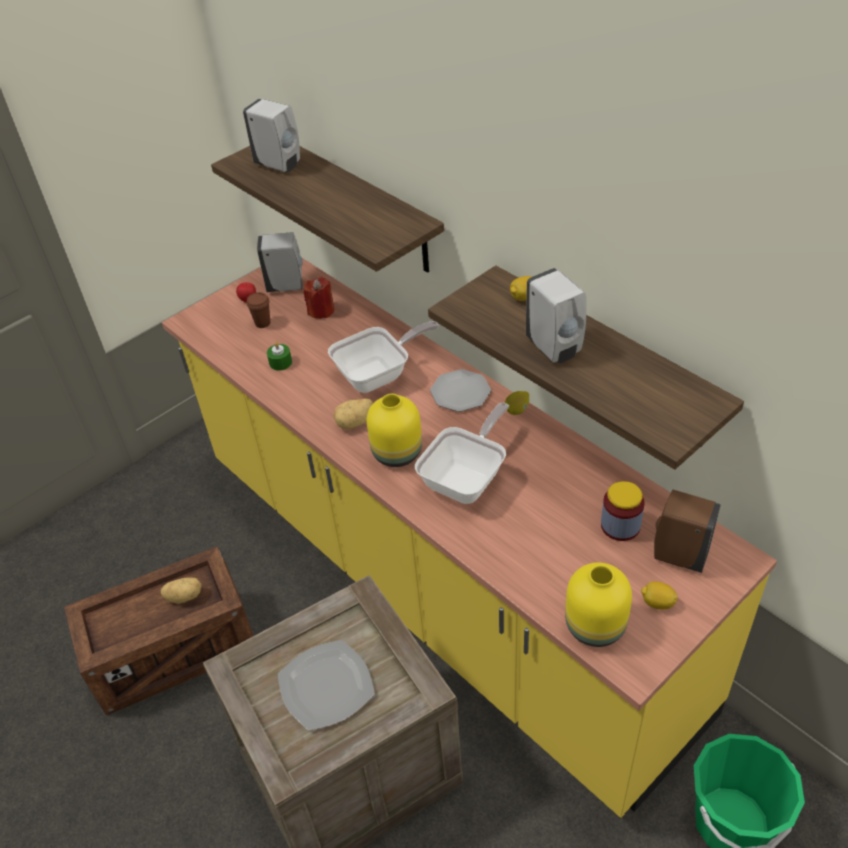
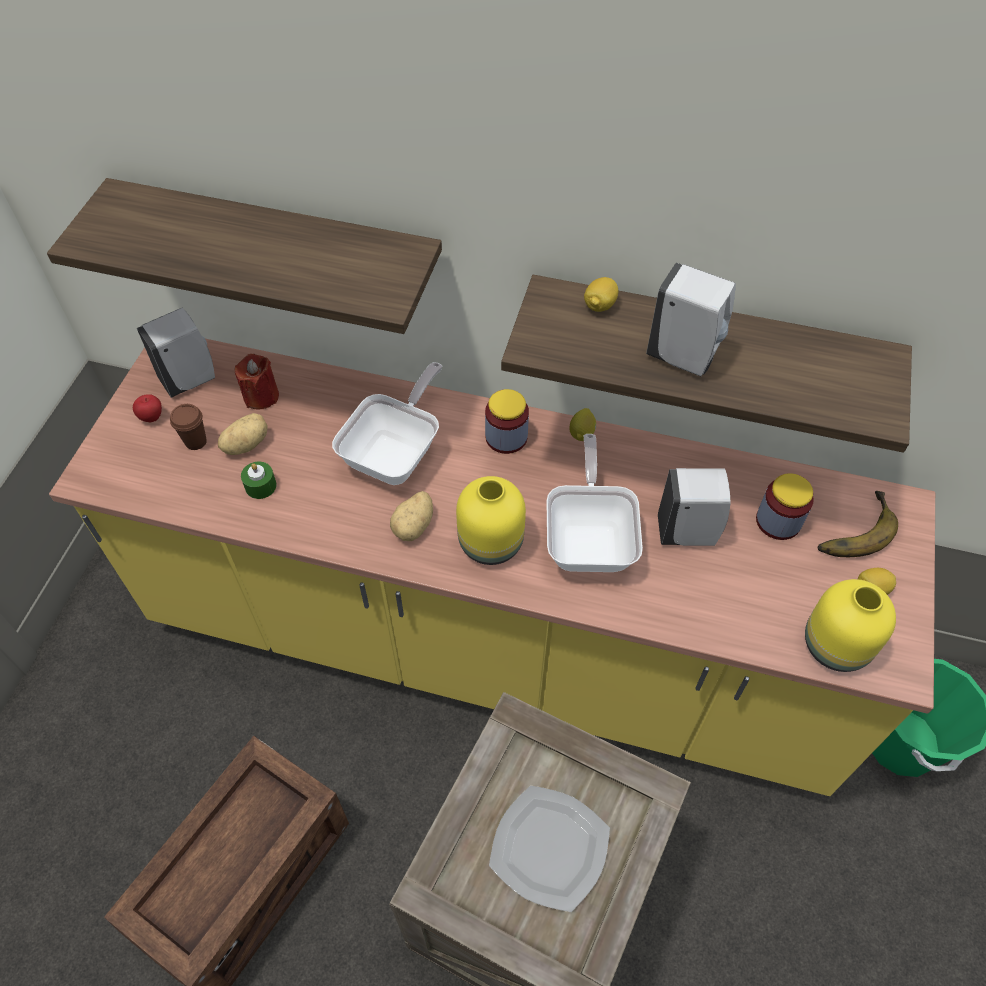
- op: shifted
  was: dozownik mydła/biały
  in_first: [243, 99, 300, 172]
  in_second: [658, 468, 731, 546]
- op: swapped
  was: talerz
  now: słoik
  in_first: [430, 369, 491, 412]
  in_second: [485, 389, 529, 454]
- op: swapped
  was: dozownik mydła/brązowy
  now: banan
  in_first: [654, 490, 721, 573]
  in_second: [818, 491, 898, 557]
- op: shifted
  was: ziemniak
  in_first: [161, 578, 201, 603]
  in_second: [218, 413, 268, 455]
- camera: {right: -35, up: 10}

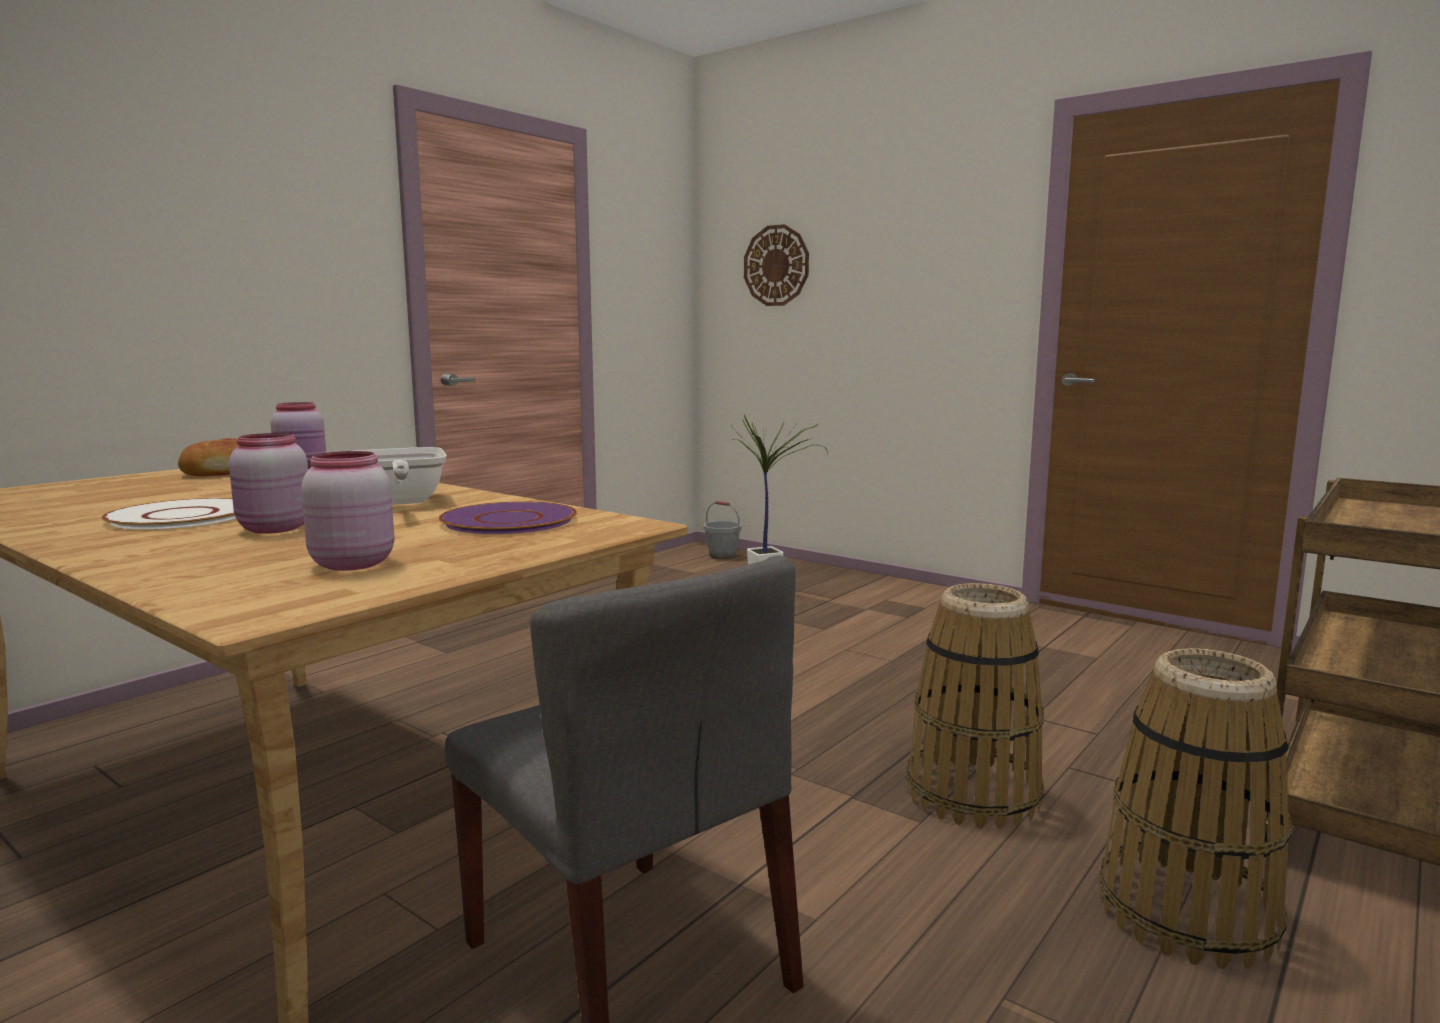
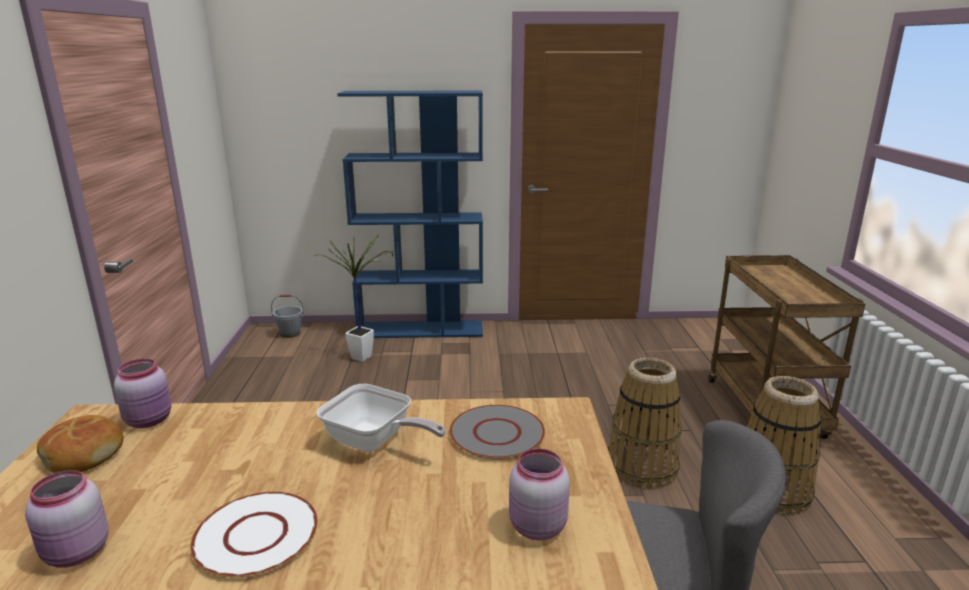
- op: gone
  was: zegar ścienny
  in_first: [744, 224, 809, 306]
- op: shifted
  was: słoik/różowy
  in_first: [229, 433, 308, 534]
  in_second: [25, 470, 109, 568]
- op: repainted
  was: talerz/fioletowy
  now: talerz/szary
  in_first: [439, 501, 577, 534]
  in_second: [450, 405, 545, 460]
- op: new
  now: regał/niebieski
  in_second: [337, 91, 483, 338]
- camera: {right: -40, up: 10}

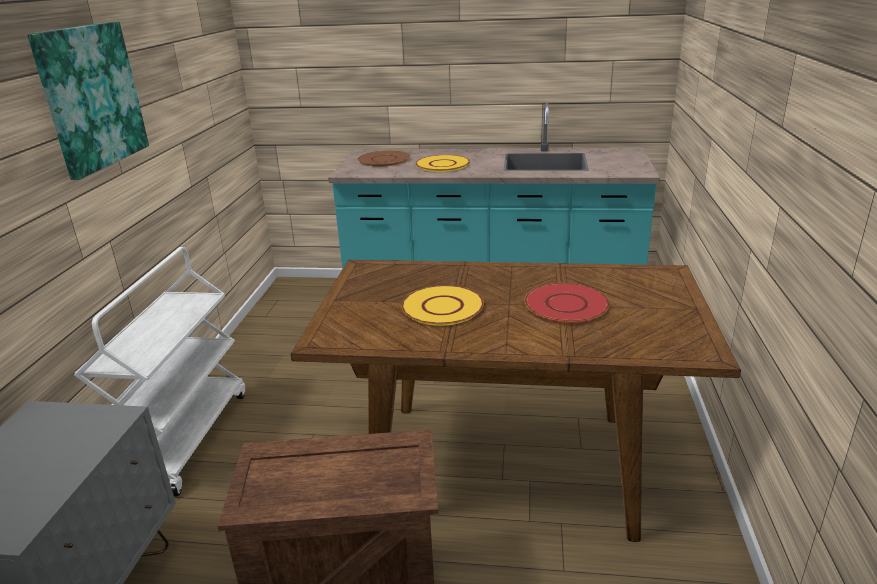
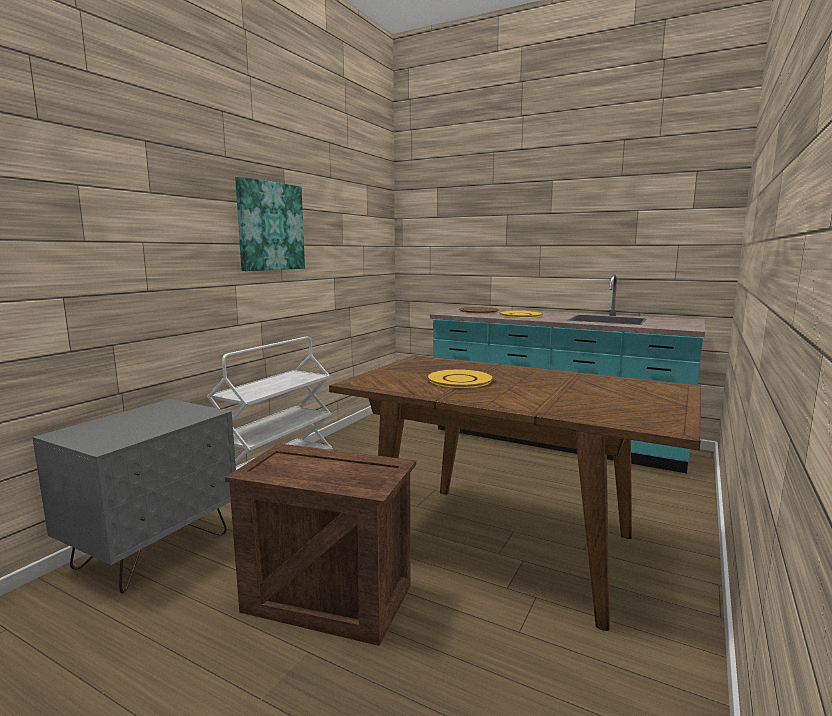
- op: gone
  was: talerz/czerwony
  in_first: [525, 283, 610, 323]
- camera: {right: 20, up: -15}

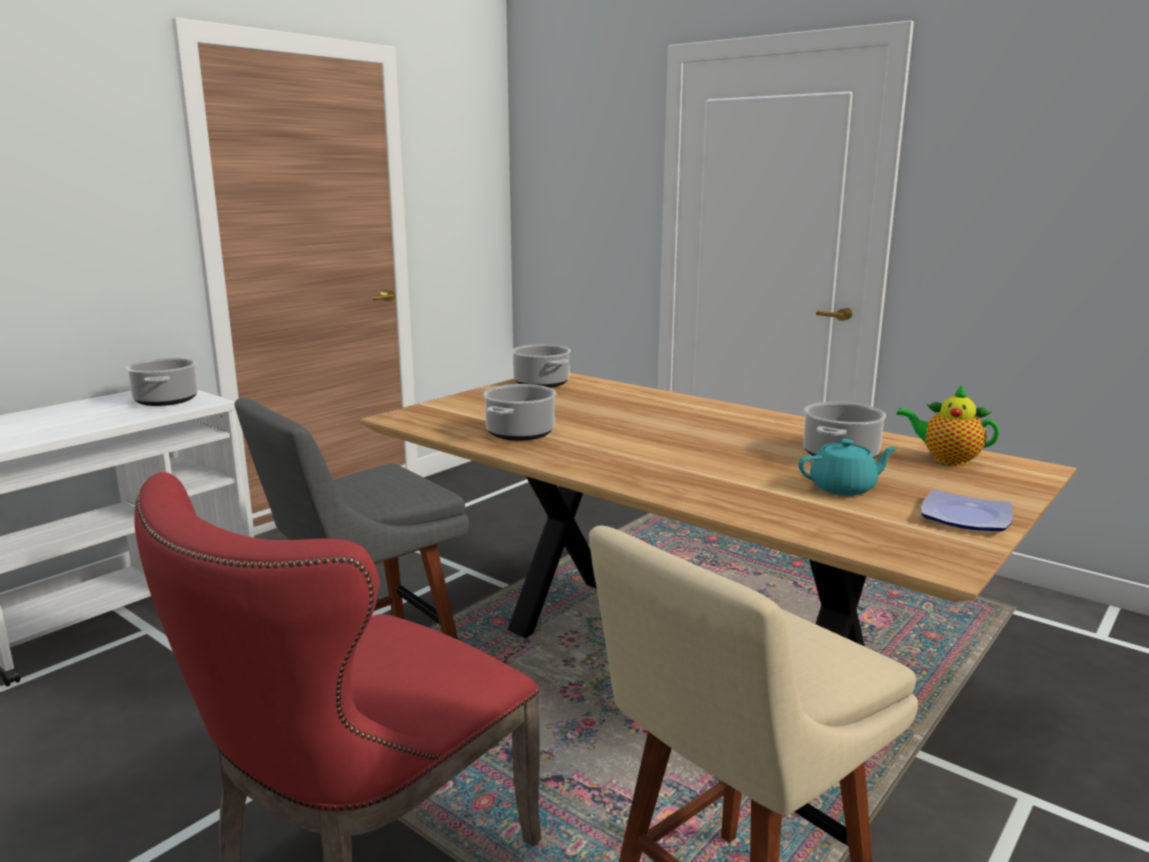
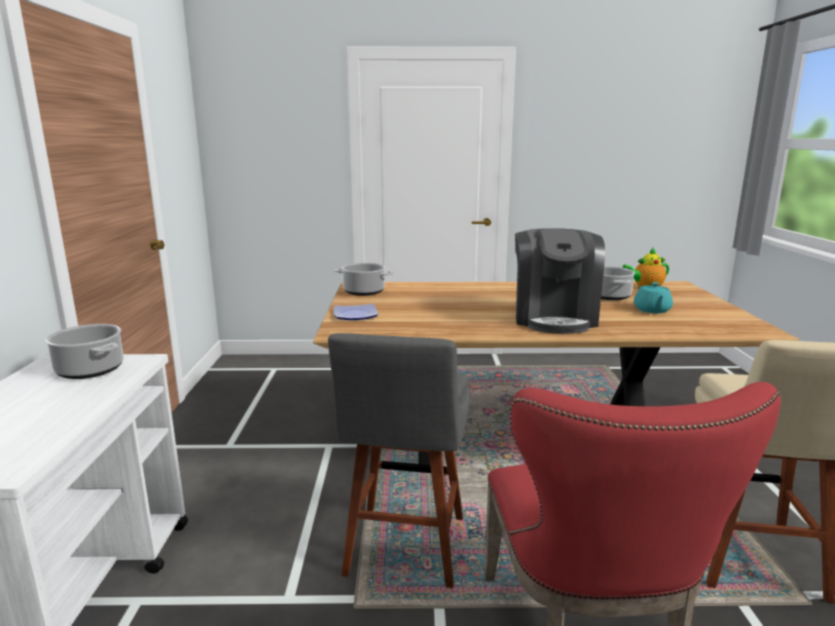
- op: gone
  was: garnek
  in_first: [483, 384, 556, 441]
- op: rotated
  was: imbryk/turkusowy
  in_first: [798, 439, 898, 496]
  in_second: [634, 282, 673, 313]
  clockwise: 150
- op: shifted
  was: talerz
  in_first: [921, 490, 1013, 531]
  in_second: [333, 304, 378, 320]
- op: new
  now: ekspres do kawy
  in_second: [515, 228, 605, 334]
- camera: {right: -40, up: 0}

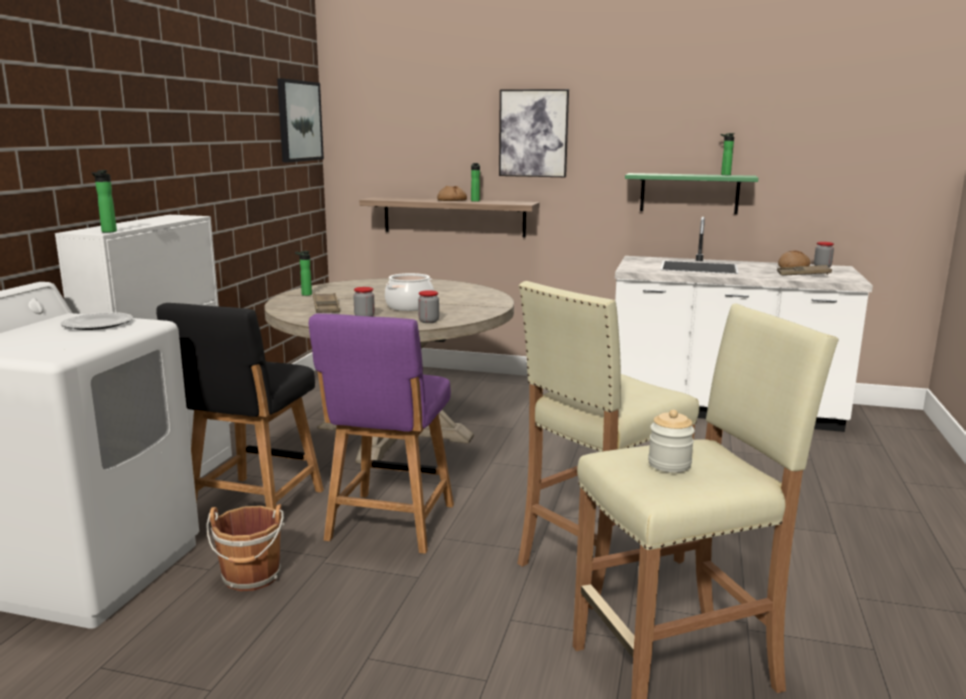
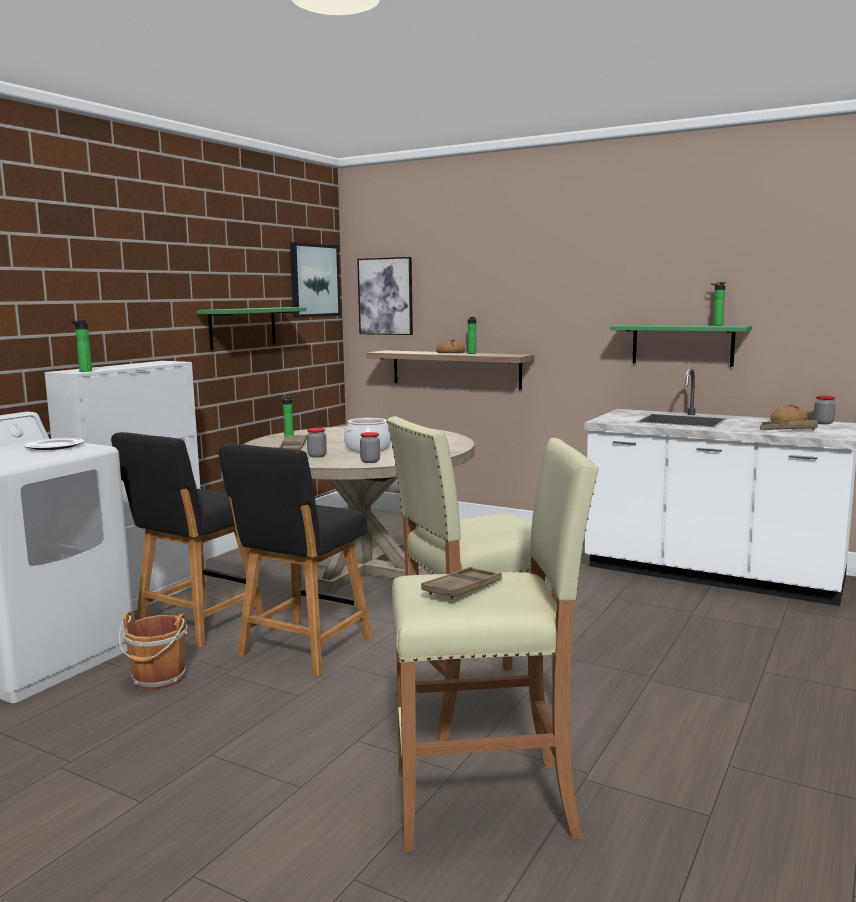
- op: shifted
  was: obraz
  in_first: [499, 89, 569, 177]
  in_second: [357, 257, 413, 335]
- op: repainted
  was: krzesło/fioletowy
  now: krzesło/czarny
  in_first: [309, 313, 454, 554]
  in_second: [219, 443, 373, 677]
- op: swapped
  was: słoik
  now: taca/brązowy
  in_first: [648, 410, 695, 472]
  in_second: [421, 567, 502, 600]
- op: new
  now: półka/zielony
  in_second: [197, 307, 307, 349]
- camera: {right: 15, up: -5}

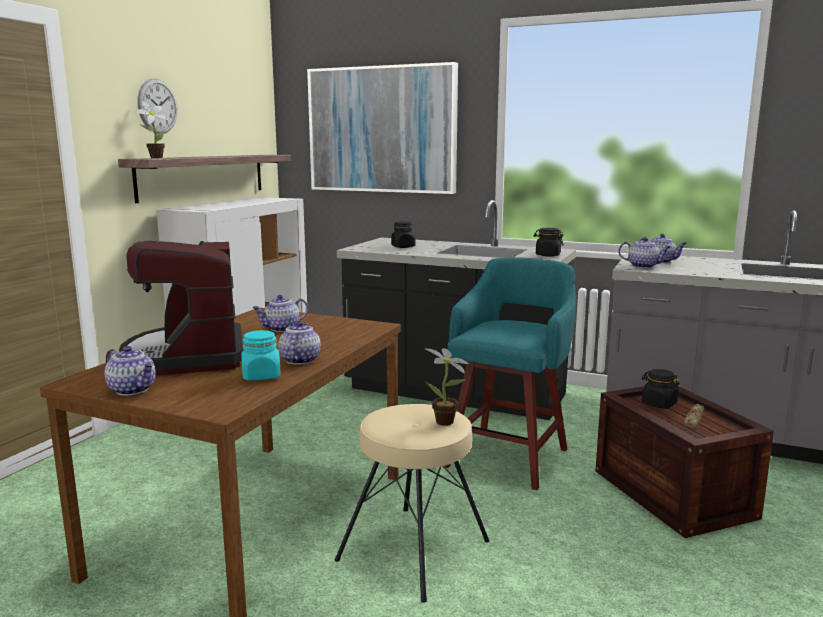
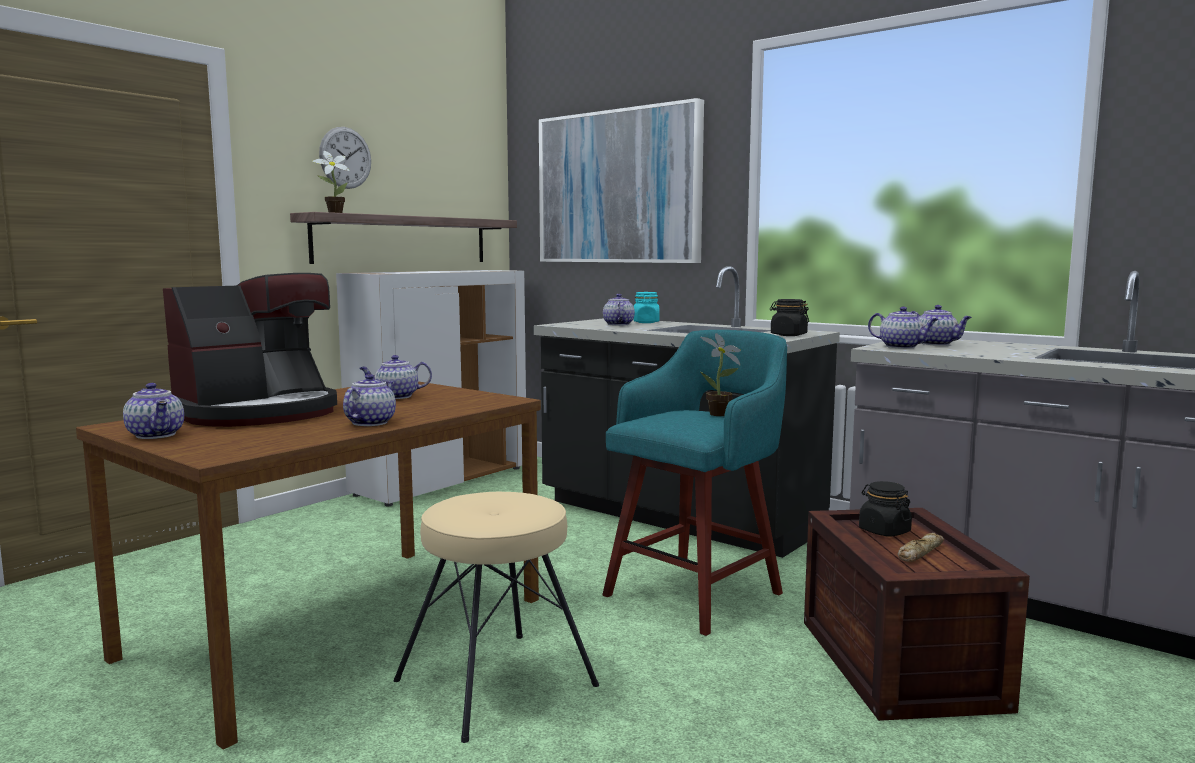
- op: swapped
  was: słoik/czarny
  now: imbryk
  in_first: [391, 221, 415, 248]
  in_second: [603, 294, 635, 326]
- op: rotated
  was: ekspres do kawy
  in_first: [119, 241, 243, 375]
  in_second: [163, 273, 337, 427]
  clockwise: -135
- op: shifted
  was: słoik/turkusowy
  in_first: [241, 330, 281, 380]
  in_second: [634, 292, 660, 323]
- op: shifted
  was: roślina doniczkowa
  in_first: [425, 348, 469, 426]
  in_second: [700, 333, 741, 416]
- camera: {right: 15, up: -5}

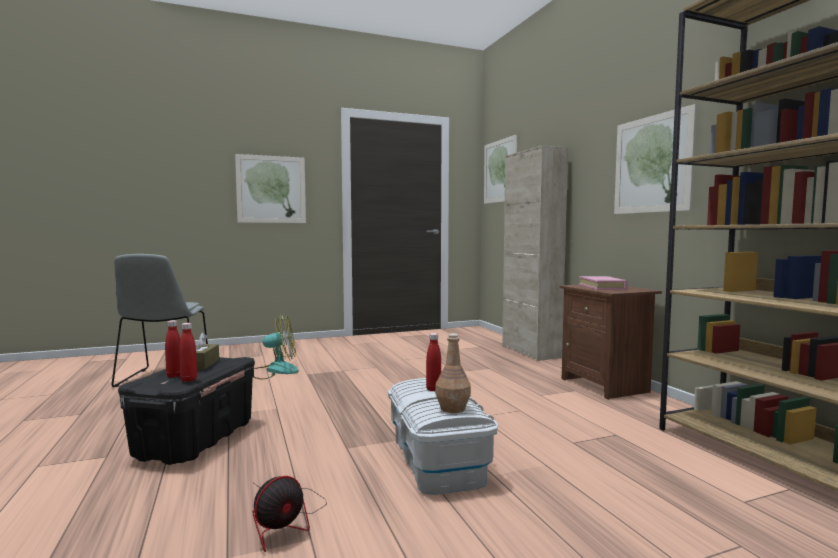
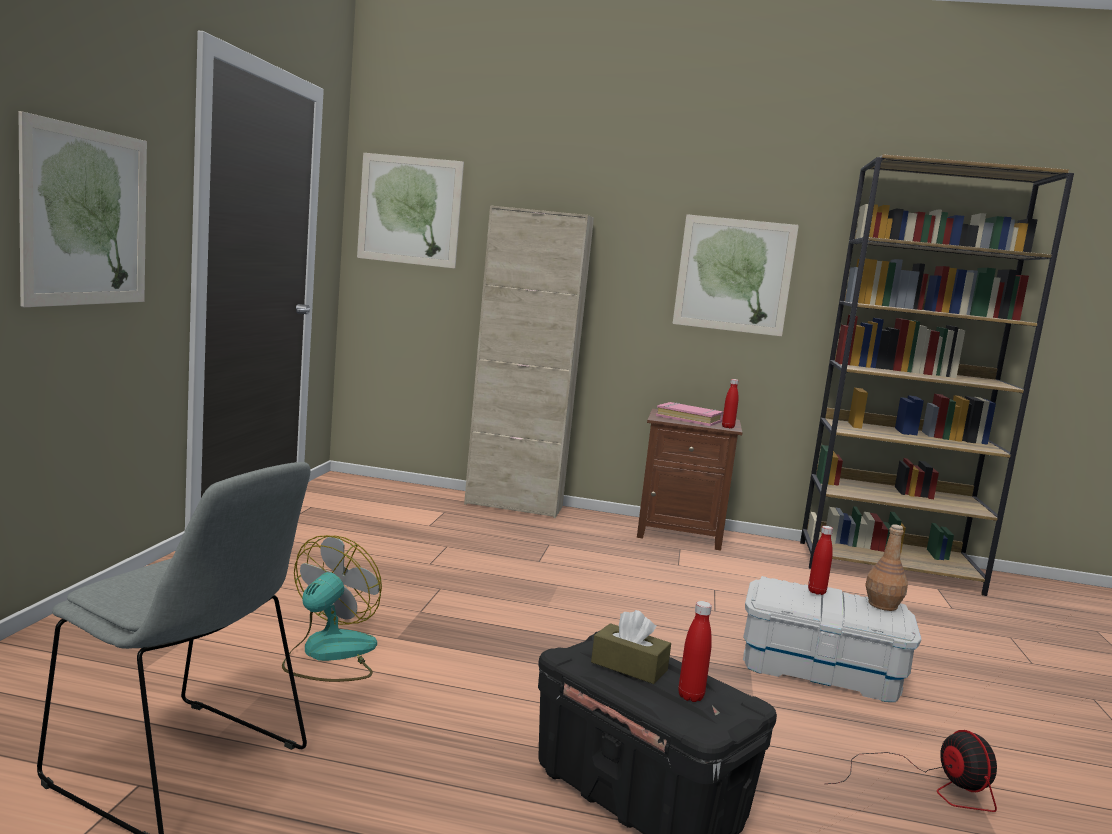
- op: shifted
  was: butelka/czerwony
  in_first: [179, 323, 197, 382]
  in_second: [722, 379, 739, 428]
- camera: {right: -60, up: 5}

